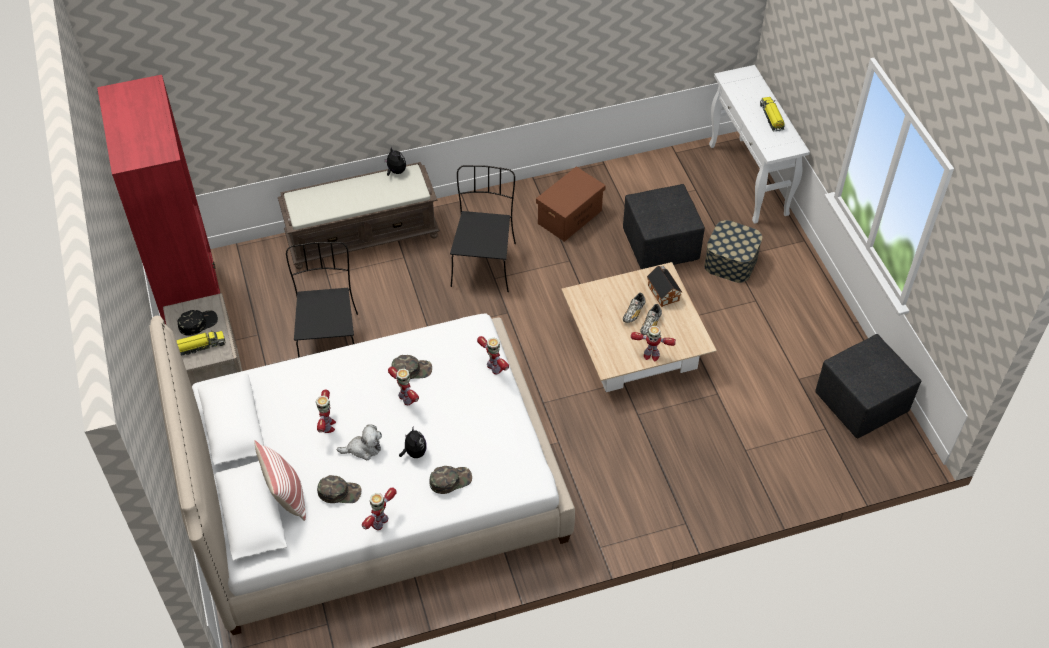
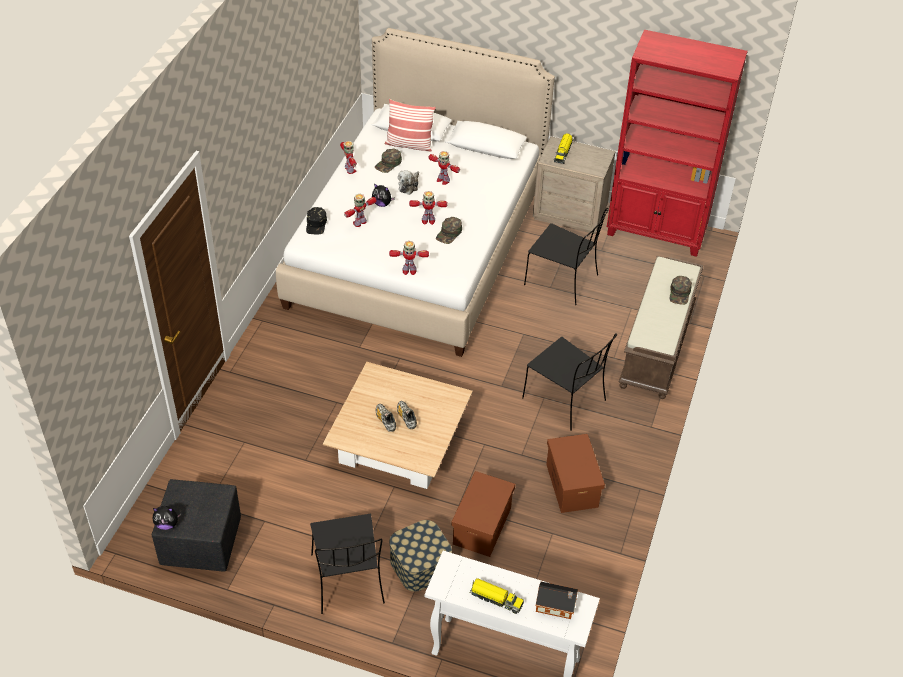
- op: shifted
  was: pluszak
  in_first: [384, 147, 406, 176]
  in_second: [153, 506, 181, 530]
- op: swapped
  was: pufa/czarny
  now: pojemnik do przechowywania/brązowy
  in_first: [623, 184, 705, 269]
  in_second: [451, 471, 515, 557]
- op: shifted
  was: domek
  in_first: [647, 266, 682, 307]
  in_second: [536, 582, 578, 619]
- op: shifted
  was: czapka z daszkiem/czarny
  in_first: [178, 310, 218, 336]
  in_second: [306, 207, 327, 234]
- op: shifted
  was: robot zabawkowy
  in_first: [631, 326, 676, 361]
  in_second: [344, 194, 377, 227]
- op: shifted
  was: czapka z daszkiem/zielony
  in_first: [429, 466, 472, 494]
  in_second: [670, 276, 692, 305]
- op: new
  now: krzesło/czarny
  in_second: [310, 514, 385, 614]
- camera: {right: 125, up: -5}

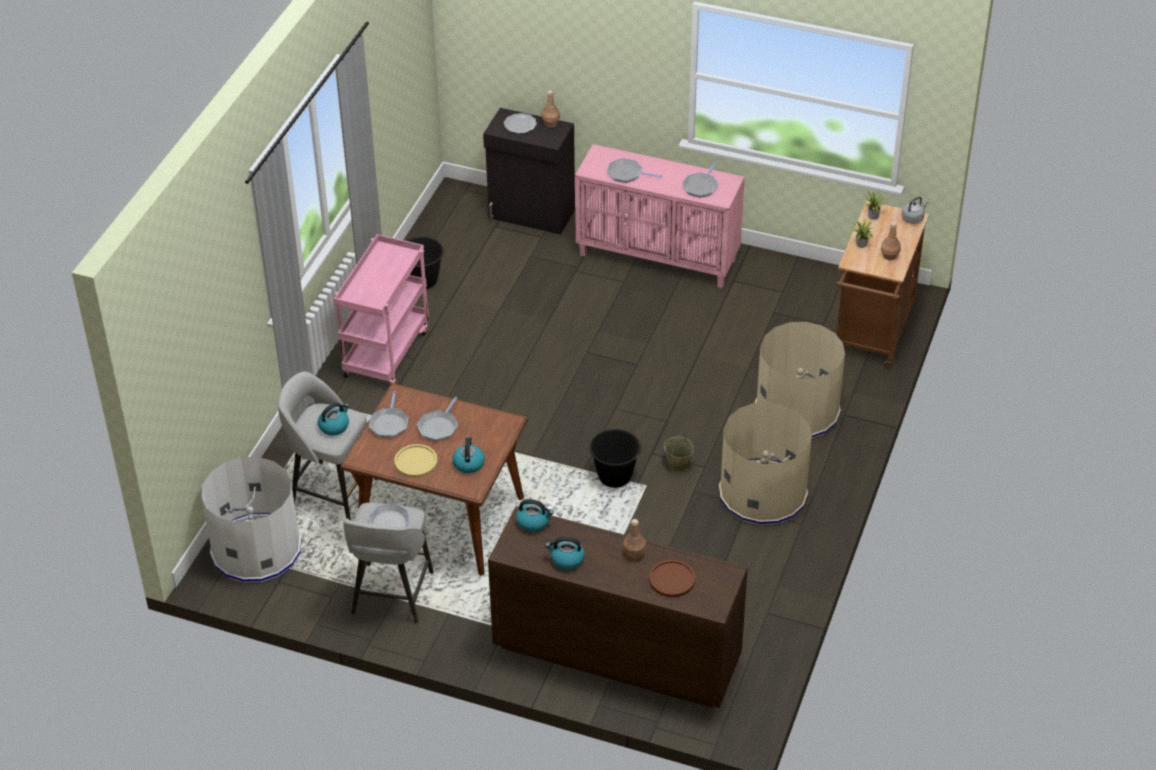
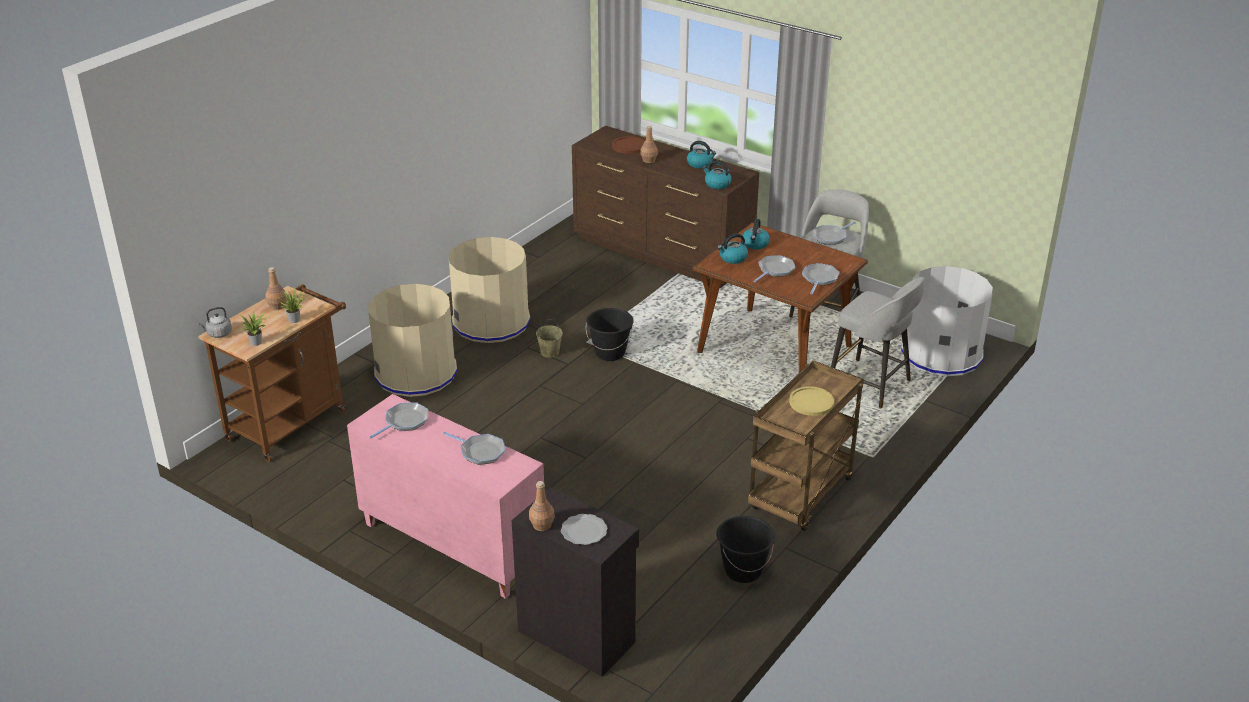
- op: repainted
  was: wózek/różowy
  now: wózek/brązowy
  in_first: [334, 234, 429, 385]
  in_second: [748, 360, 864, 531]
- op: shifted
  was: czajnik
  in_first: [318, 403, 349, 435]
  in_second: [717, 233, 748, 264]
- op: shifted
  was: talerz/żółty
  in_first: [394, 444, 438, 478]
  in_second: [789, 386, 834, 416]
- camera: {right: -165, up: -10}

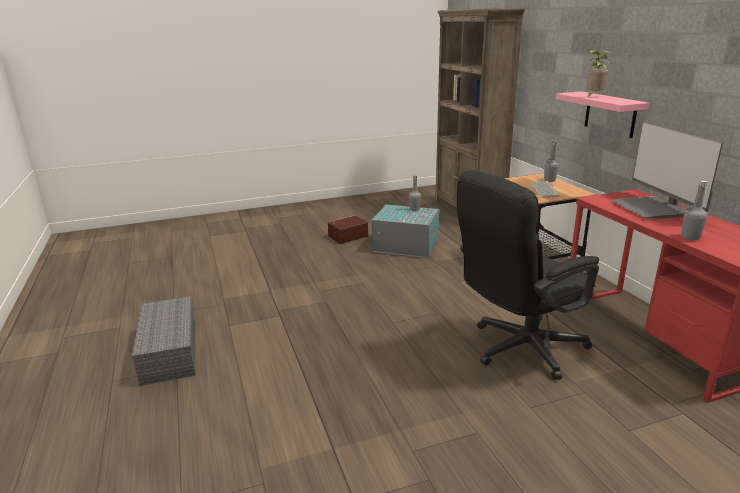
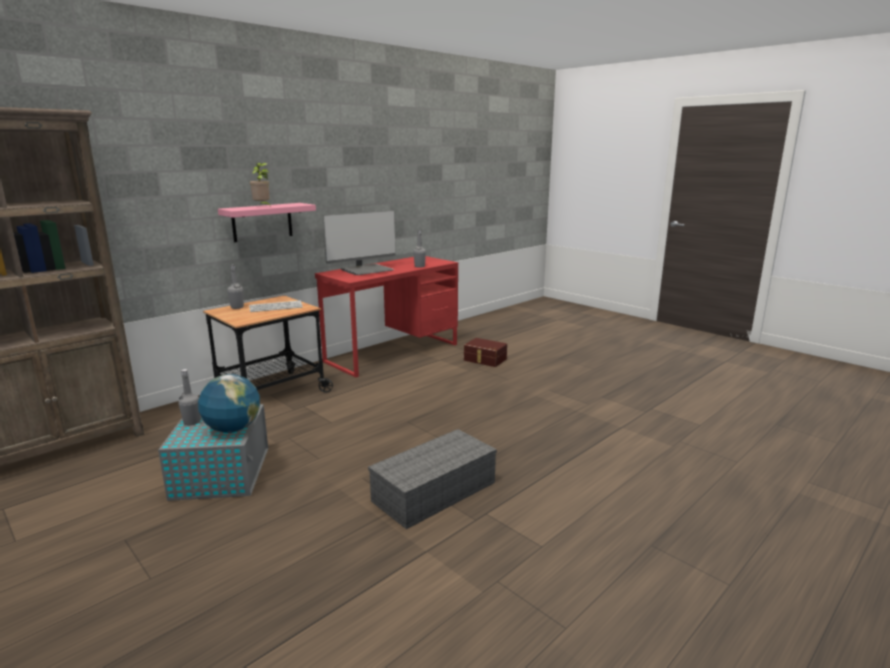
- op: gone
  was: krzesło biurowe/czarny
  in_first: [457, 170, 599, 380]
- op: shifted
  was: pojemnik do przechowywania/brązowy
  in_first: [328, 216, 368, 244]
  in_second: [464, 338, 507, 367]
- op: shifted
  was: pojemnik do przechowywania/szary
  in_first: [132, 296, 195, 386]
  in_second: [368, 429, 497, 529]
- op: new
  now: globus
  in_second: [198, 374, 260, 433]
- camera: {right: -115, up: -5}

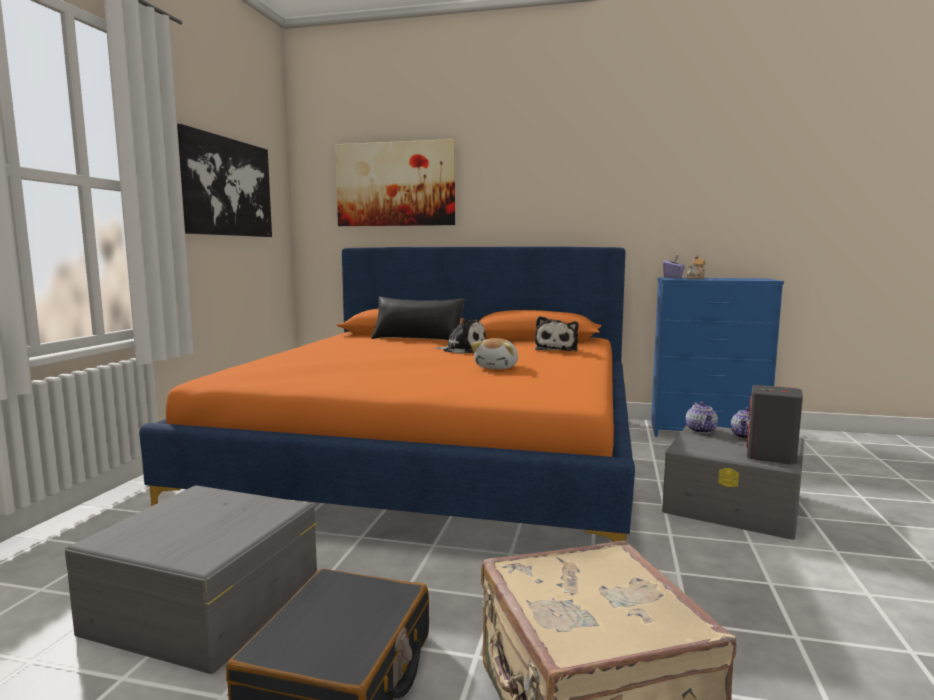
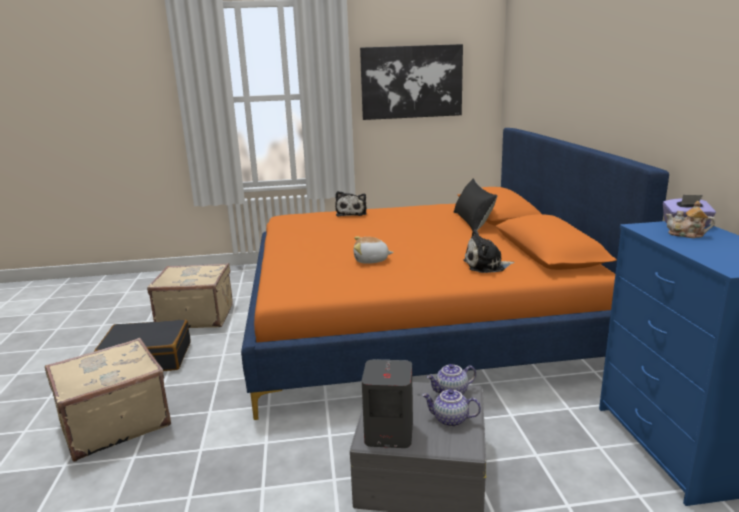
- op: gone
  was: obraz
  in_first: [335, 139, 455, 226]
- op: shifted
  was: pluszak
  in_first: [434, 319, 486, 354]
  in_second: [335, 191, 367, 217]
- op: swapped
  was: pojemnik do przechowywania/szary
  now: walizka/beżowy
  in_first: [65, 485, 317, 674]
  in_second: [147, 263, 233, 328]
- camera: {right: 70, up: 10}

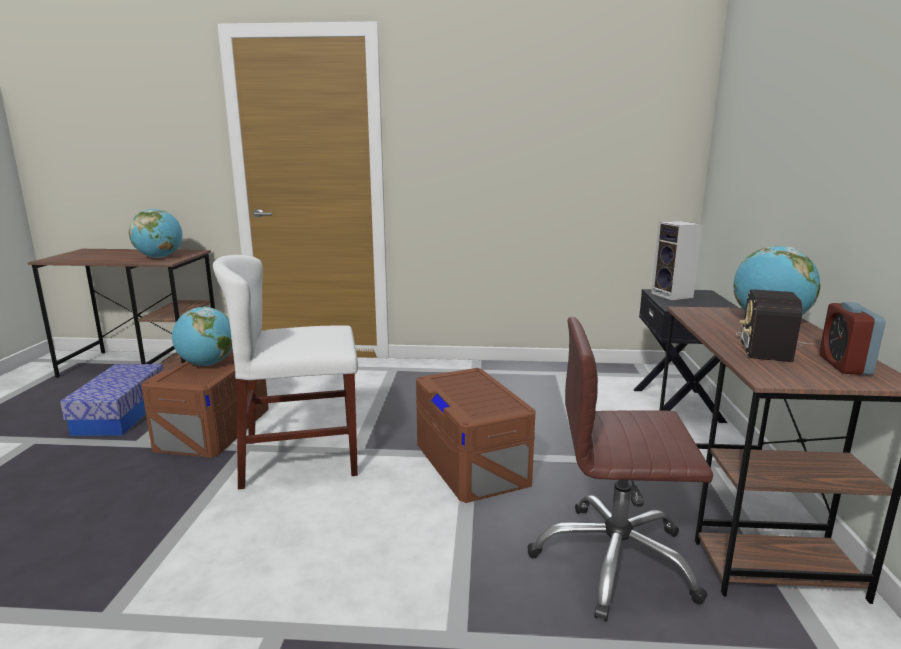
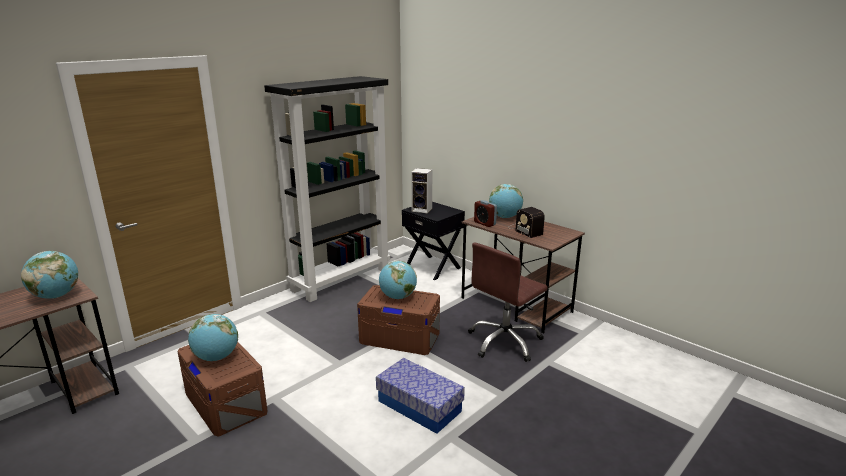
- op: gone
  was: krzesło/biały
  in_first: [213, 255, 358, 490]
- op: shifted
  was: budzik
  in_first: [819, 302, 885, 375]
  in_second: [474, 200, 497, 227]
- op: shifted
  was: pojemnik do przechowywania
  in_first: [60, 364, 164, 436]
  in_second: [376, 358, 465, 434]
- op: new
  now: regał/czarny
  in_second: [264, 76, 390, 302]
- op: new
  now: globus
  in_second: [379, 261, 417, 299]
- camera: {right: -50, up: 5}

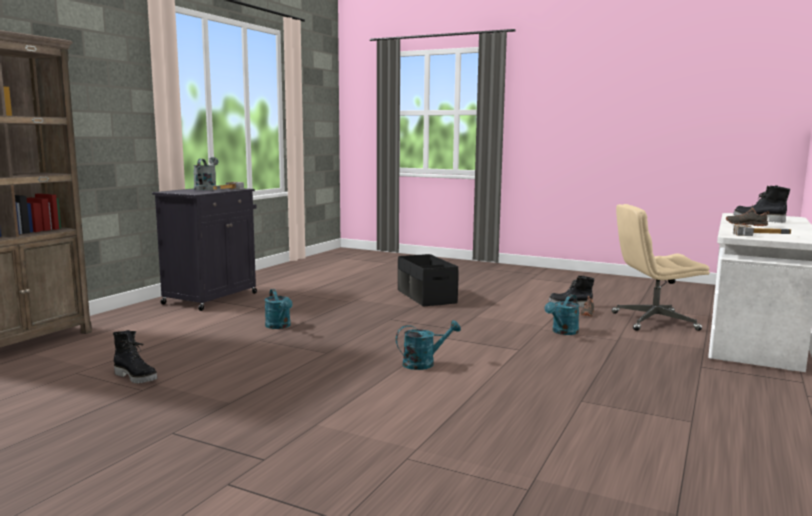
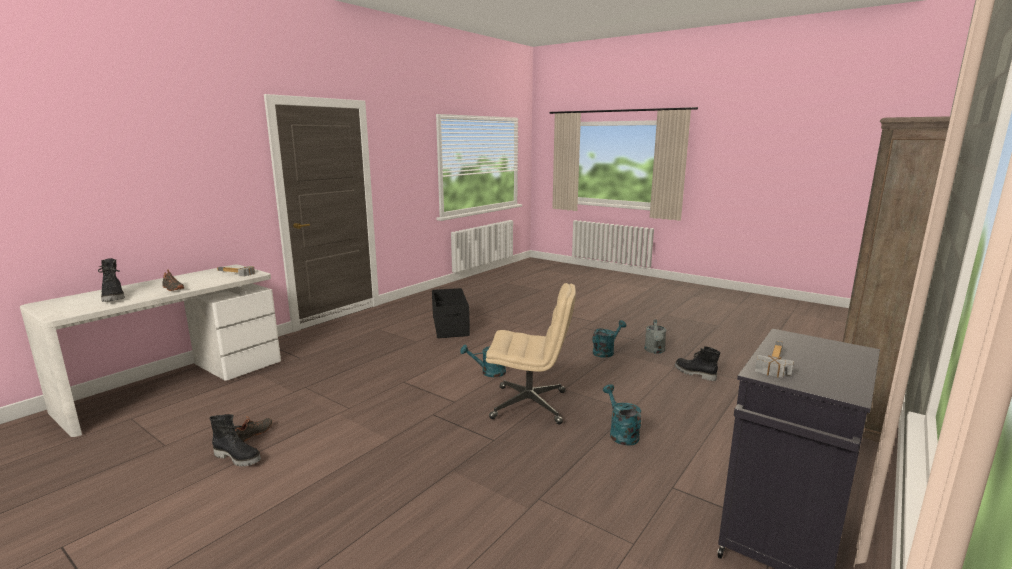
- op: shifted
  was: konewka/szary
  in_first: [193, 157, 219, 190]
  in_second: [644, 319, 666, 354]
- op: shifted
  was: krzesło biurowe/beżowy
  in_first: [612, 204, 710, 331]
  in_second: [486, 283, 576, 424]
- op: shifted
  was: pojemnik do przechowywania/czarny
  in_first: [398, 254, 458, 307]
  in_second: [432, 288, 470, 338]
- op: shifted
  was: konewka/turkusowy
  in_first: [545, 294, 580, 335]
  in_second: [592, 320, 626, 358]
- camera: {right: -170, up: 5}

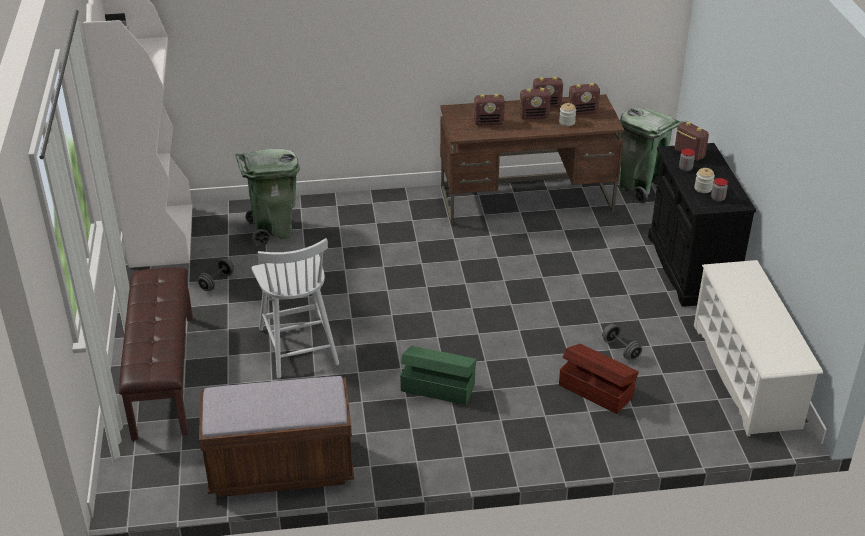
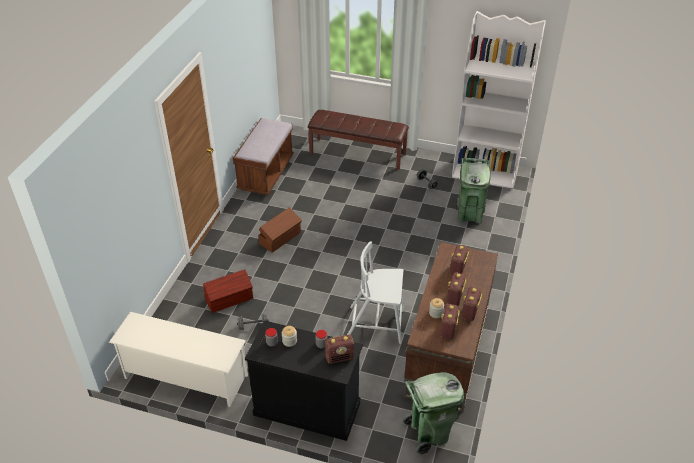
- op: shifted
  was: krzesło/biały
  in_first: [252, 238, 339, 378]
  in_second: [347, 241, 404, 344]
- op: repainted
  was: pojemnik do przechowywania/zielony
  now: pojemnik do przechowywania/brązowy
  in_first: [400, 346, 477, 405]
  in_second: [258, 207, 302, 253]
- camera: {right: 115, up: 5}

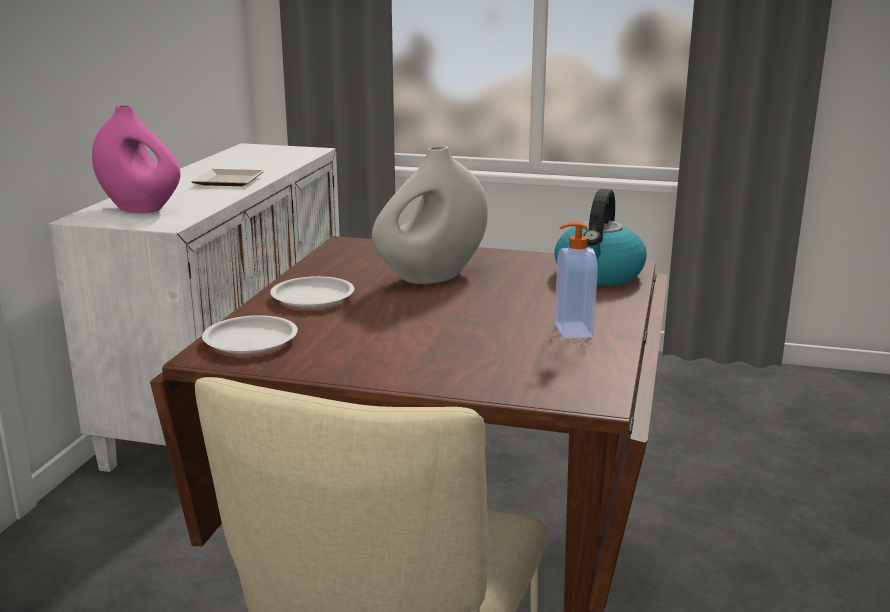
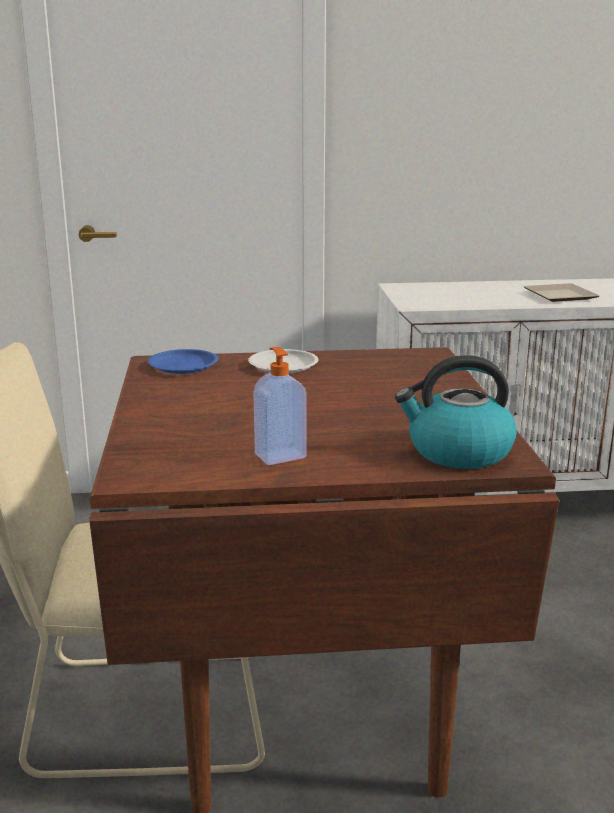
- op: gone
  was: wazon/różowy
  in_first: [92, 105, 181, 213]
- op: gone
  was: wazon/biały
  in_first: [372, 146, 488, 284]
- op: repainted
  was: talerz/biały
  now: talerz/niebieski
  in_first: [202, 315, 298, 354]
  in_second: [148, 349, 218, 374]
- camera: {right: 70, up: 0}

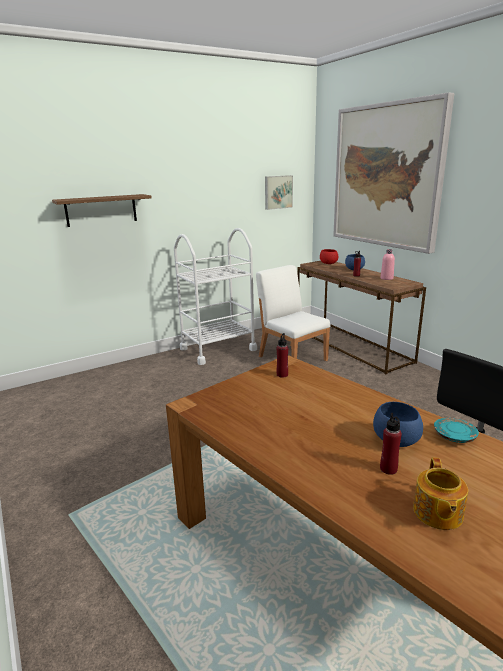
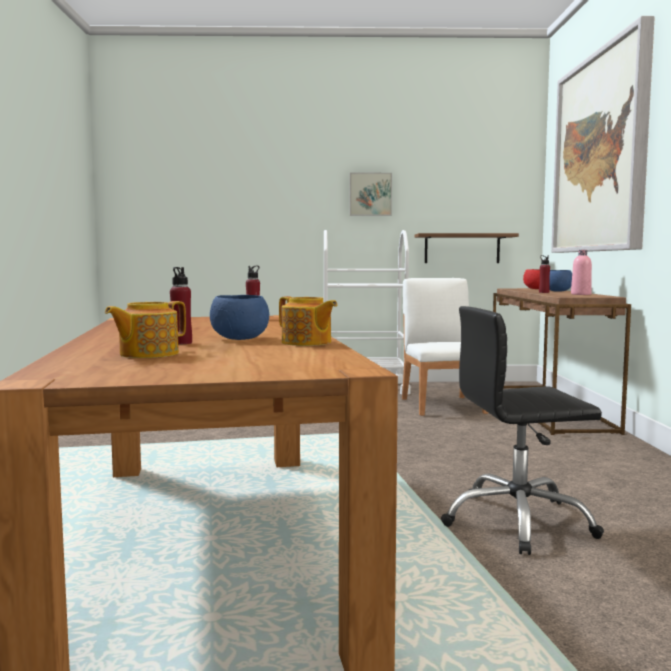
- op: shifted
  was: obraz
  in_first: [265, 175, 293, 210]
  in_second: [349, 173, 392, 216]
- op: shifted
  was: półka
  in_first: [52, 194, 152, 227]
  in_second: [414, 233, 519, 263]
- op: swapped
  was: talerz/turkusowy
  now: imbryk
  in_first: [434, 418, 479, 443]
  in_second: [279, 296, 337, 346]
- camera: {right: 30, up: -15}

